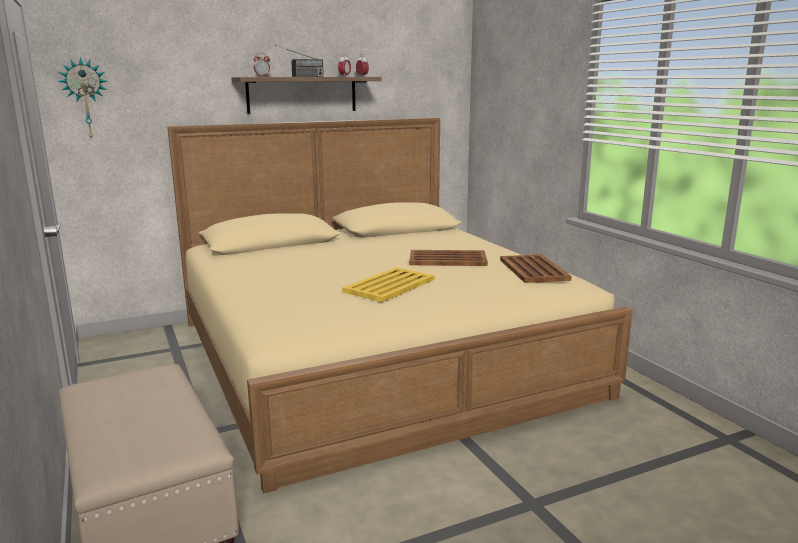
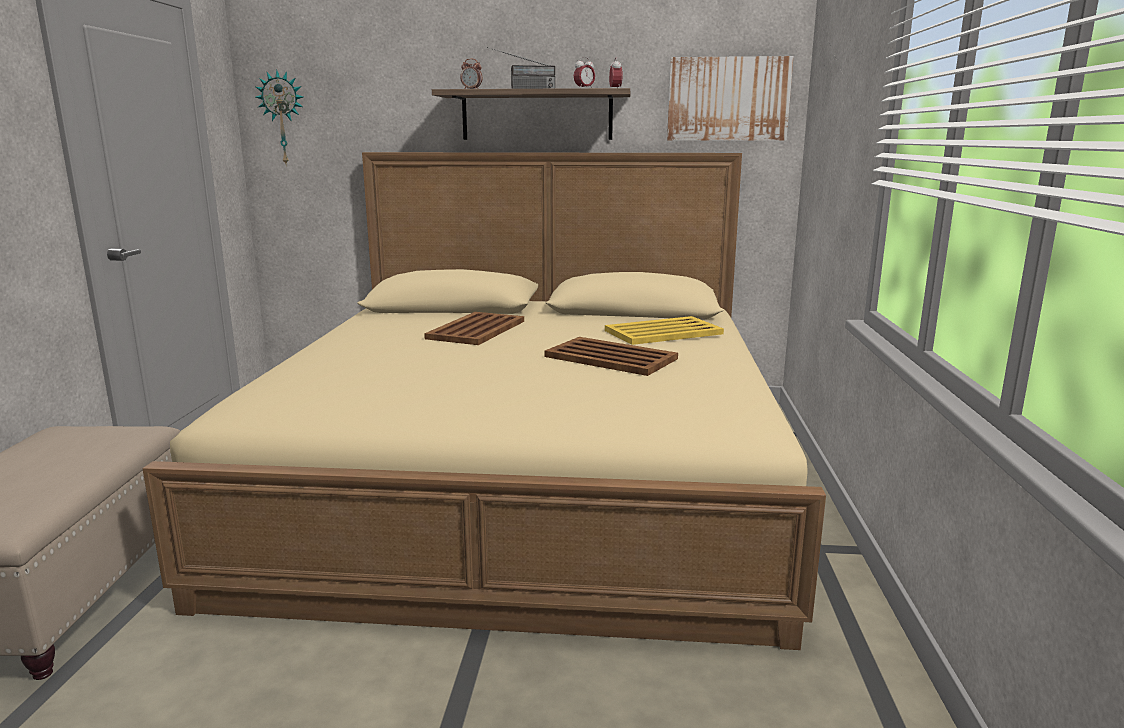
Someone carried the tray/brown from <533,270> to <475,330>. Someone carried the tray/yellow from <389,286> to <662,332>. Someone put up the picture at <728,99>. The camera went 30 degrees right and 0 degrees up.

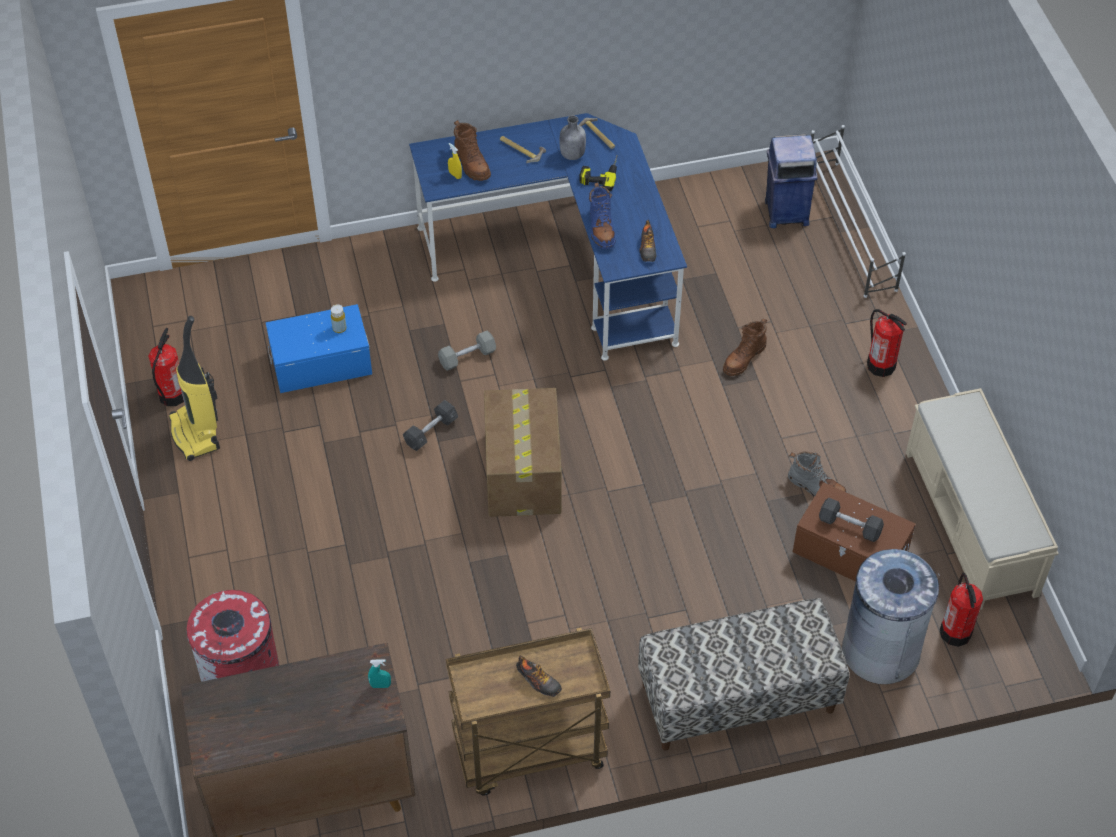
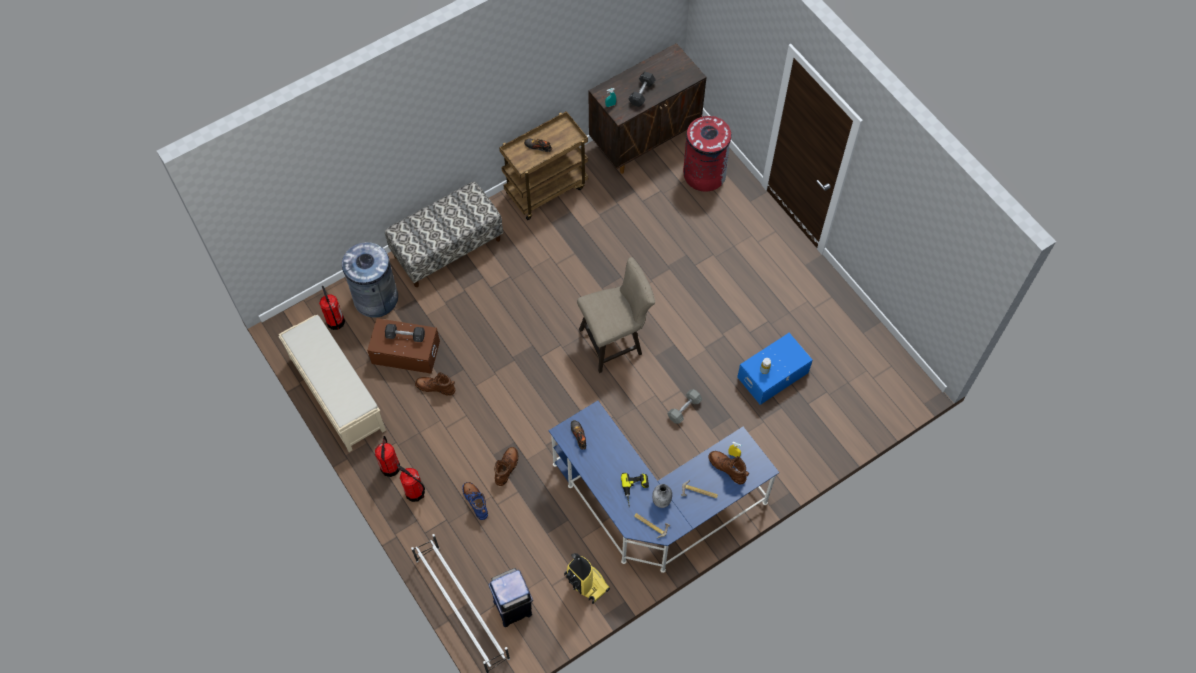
Someone carried the fire extinguisher from <172,395> to <390,467>. Someone repainted the boot/grey at <816,488>, which became the boot/brown at <435,387>. Someone carried the boot/blue from <601,229> to <475,501>. Someone carried the vacuum cleaner from <196,433> to <585,582>. Someone swapped the cardboard box at <522,471> for the stool/beige at <615,341>. Someone carried the dumbbell/grey from <431,432> to <641,93>. The camera went 160 degrees right and 10 degrees up.

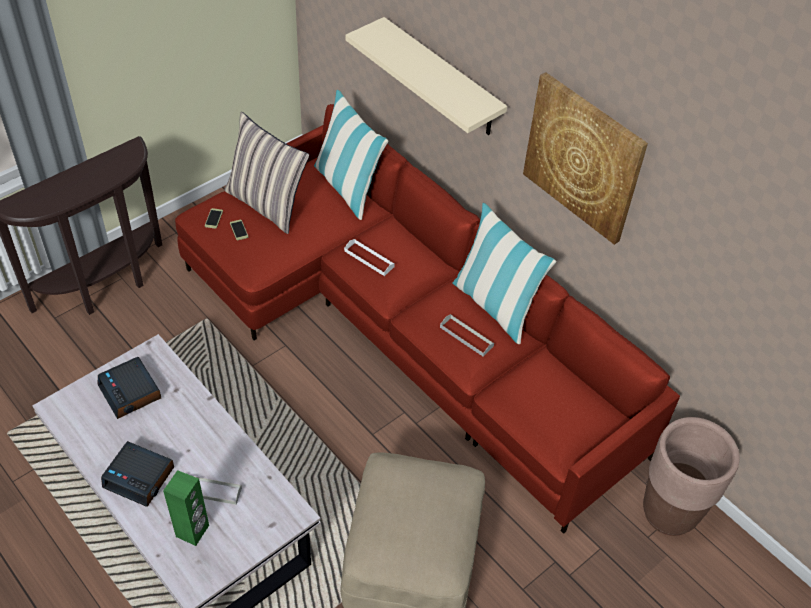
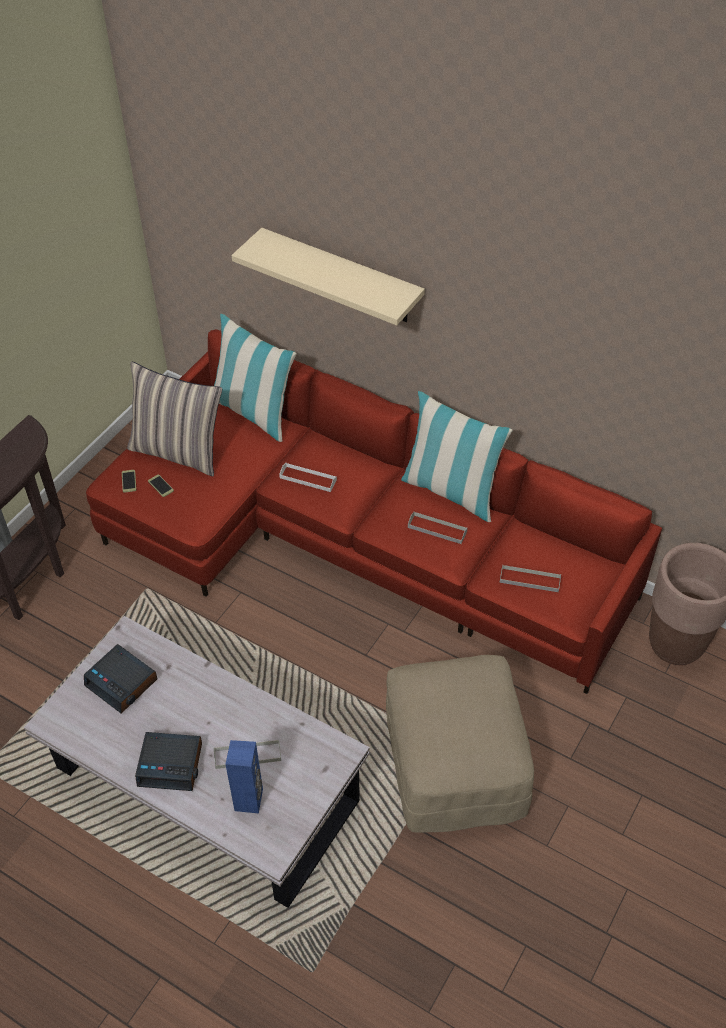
Someone repainted the speaker/green at <193,531>, which became the speaker/blue at <249,800>. Someone put down the tray/grey at <530,580>. Someone took away the picture at <583,158>. The camera went 15 degrees left and 0 degrees up.

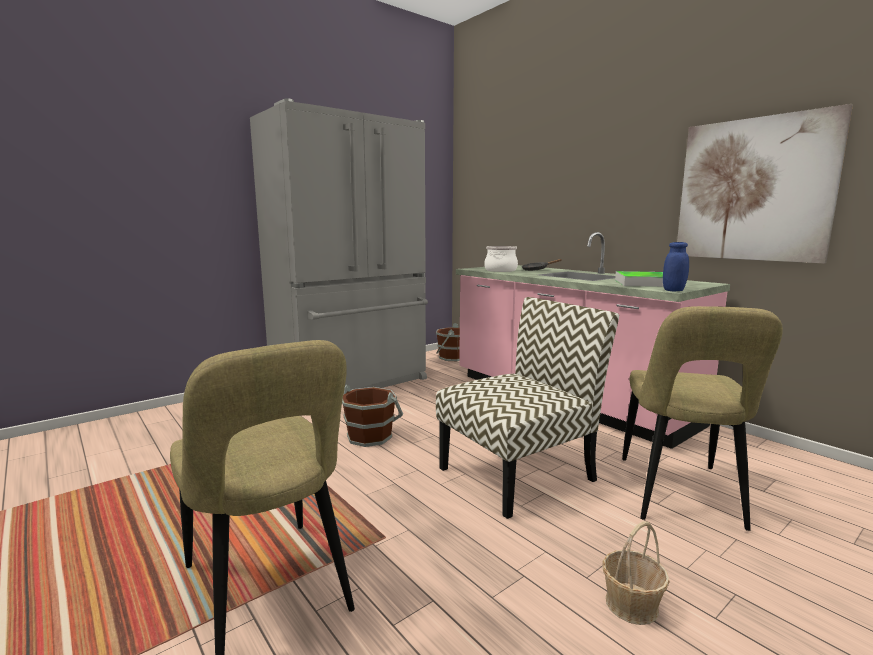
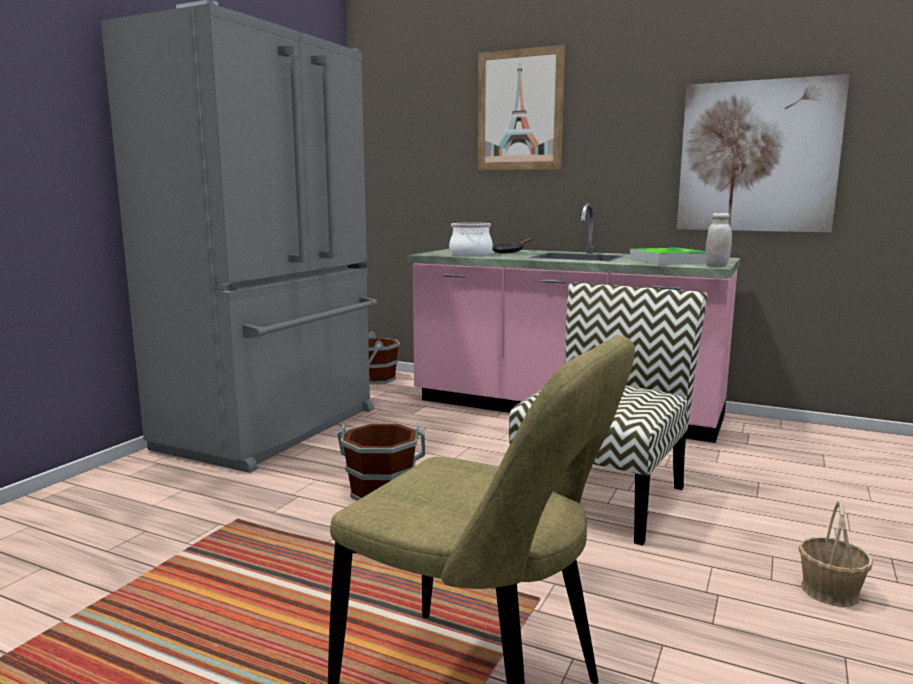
Someone put up the picture at <520,110>. Someone repainted the jar/blue at <673,290>, which became the jar/white at <716,266>. Someone took away the chair/beige at <680,495>. The camera went 25 degrees left and 0 degrees up.

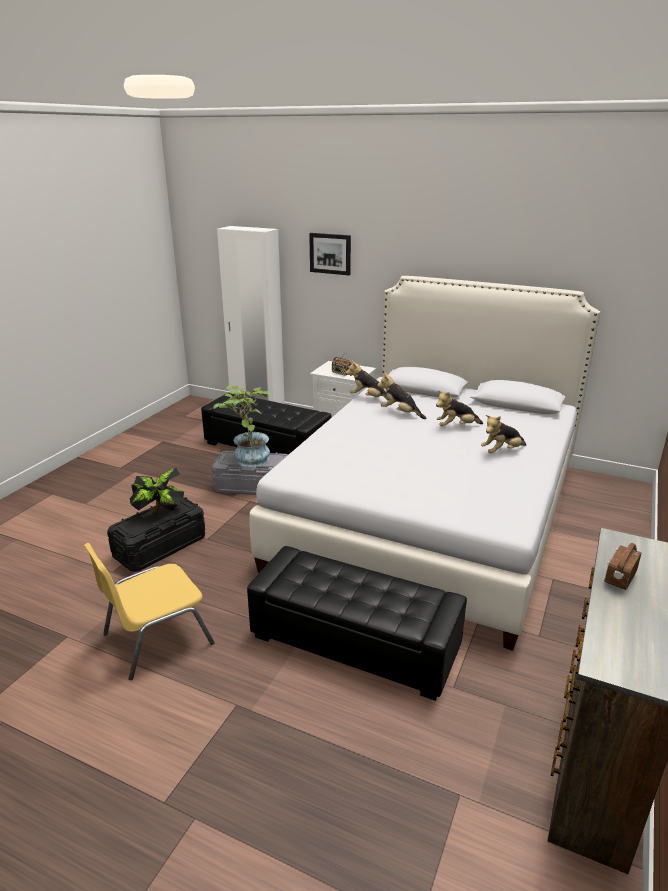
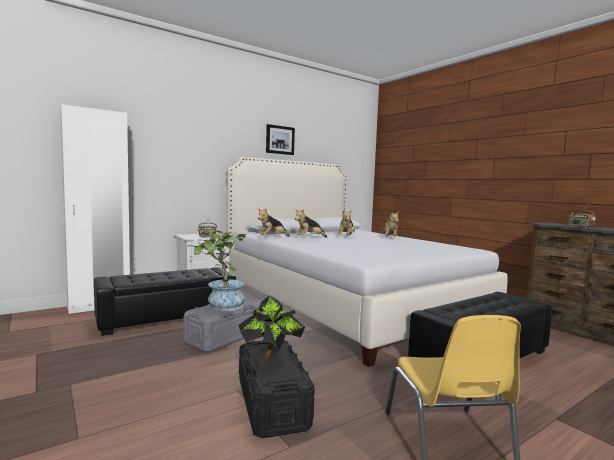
Someone carried the picture from <330,253> to <280,140>. The camera went 60 degrees left and 20 degrees down.

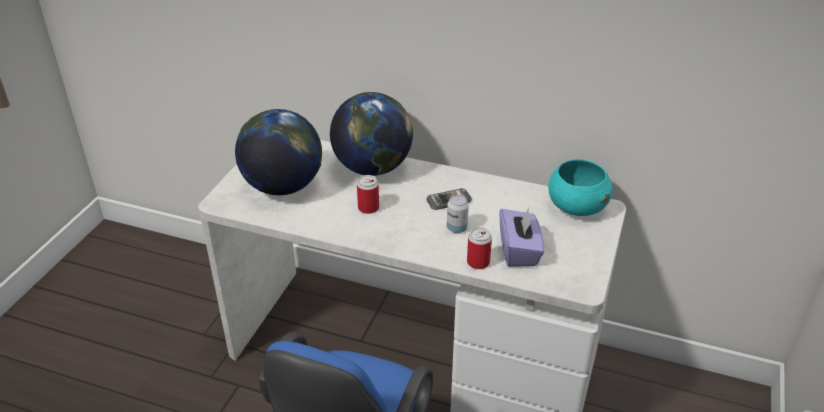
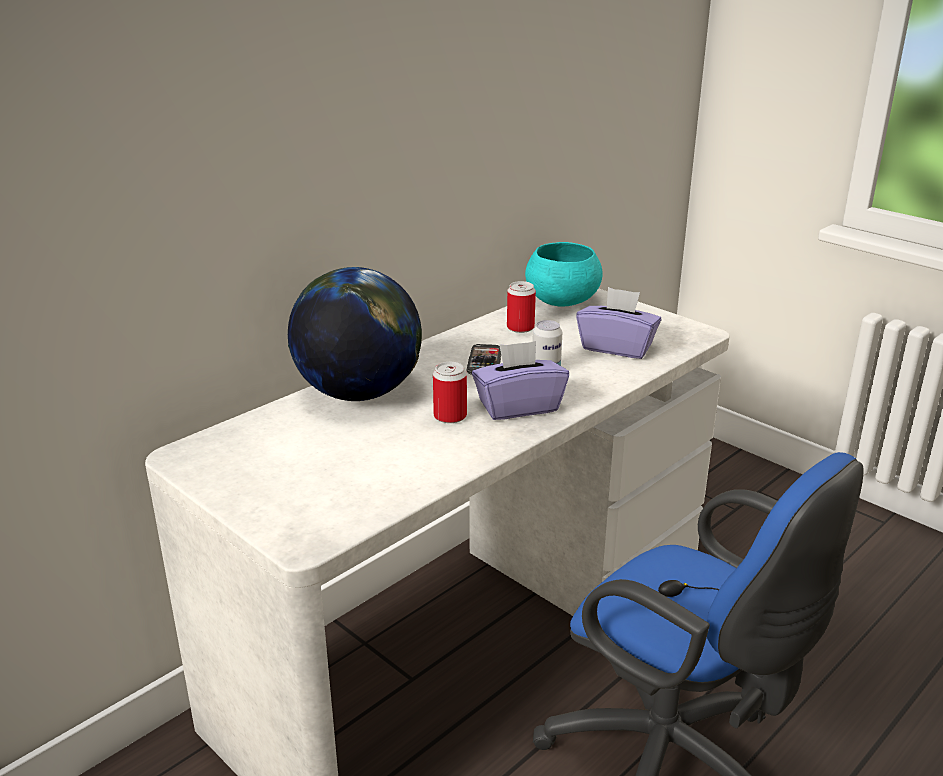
Someone put down the tissue box/purple at <518,406>. Someone carried the can from <478,262> to <520,328>. Someone took away the globe at <283,187>. The camera went 65 degrees left and 10 degrees down.

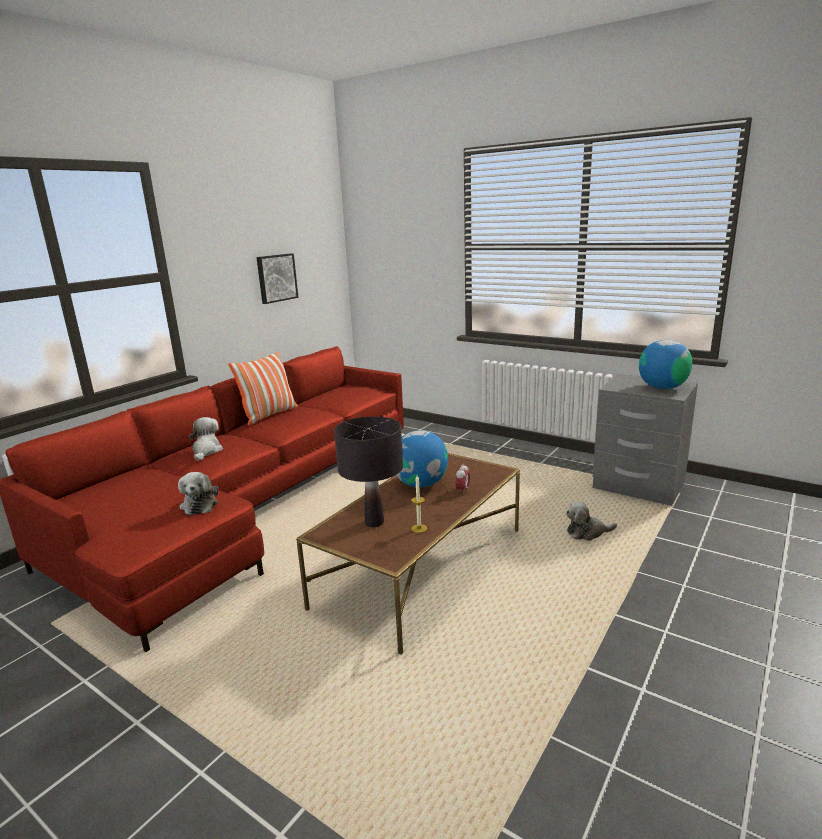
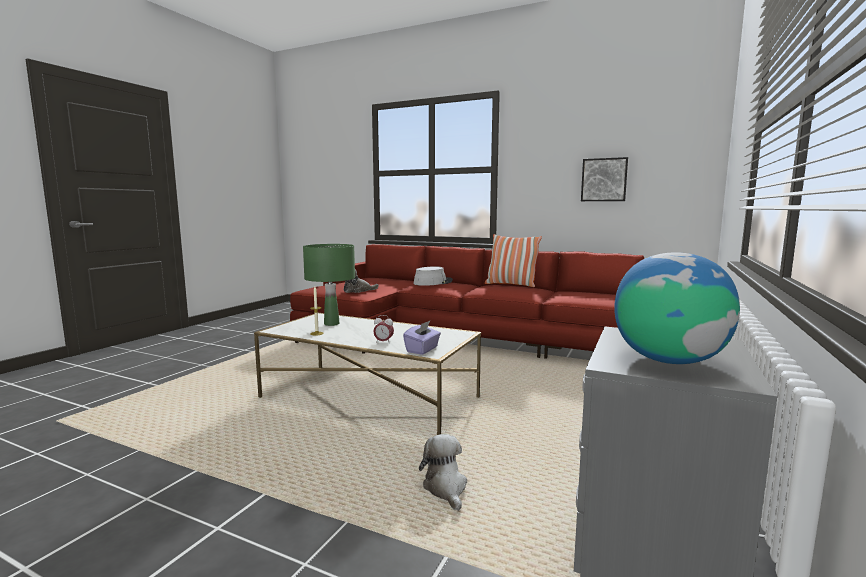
Someone repainted the coffee table/brown at <422,566>, which became the coffee table/white at <369,397>. Someone repainted the table lamp/black at <374,522>, which became the table lamp/green at <331,324>. Someone put down the tissue box/purple at <422,350>. Someone swapped the plush toy at <206,451> for the hat/grey at <433,282>. Someone took away the globe at <420,484>. The camera went 80 degrees right and 10 degrees down.

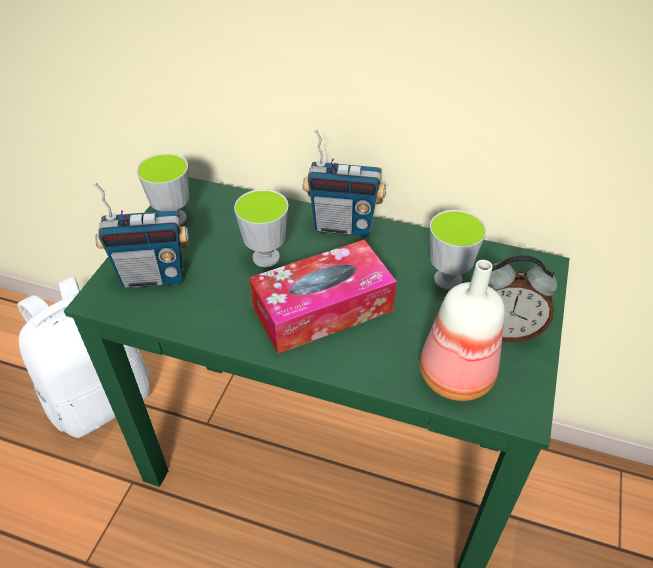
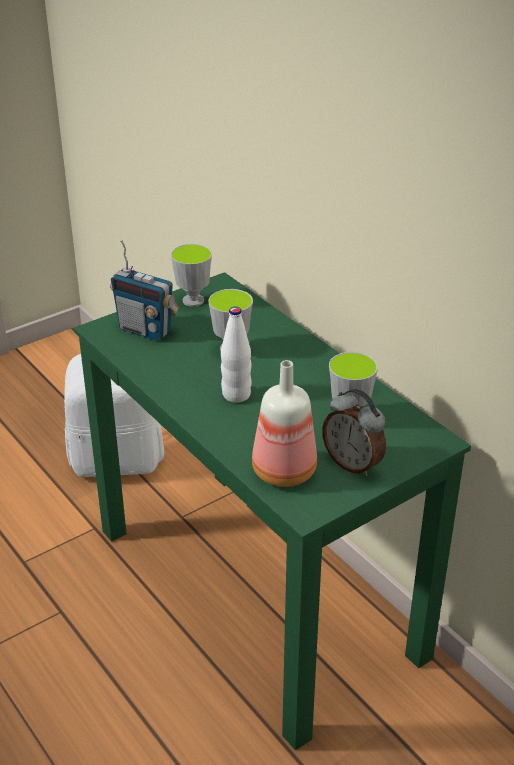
Someone swapped the tissue box at <322,309> for the bottle/white at <236,395>. Someone took away the radio at <343,226>. The camera went 35 degrees right and 10 degrees down.

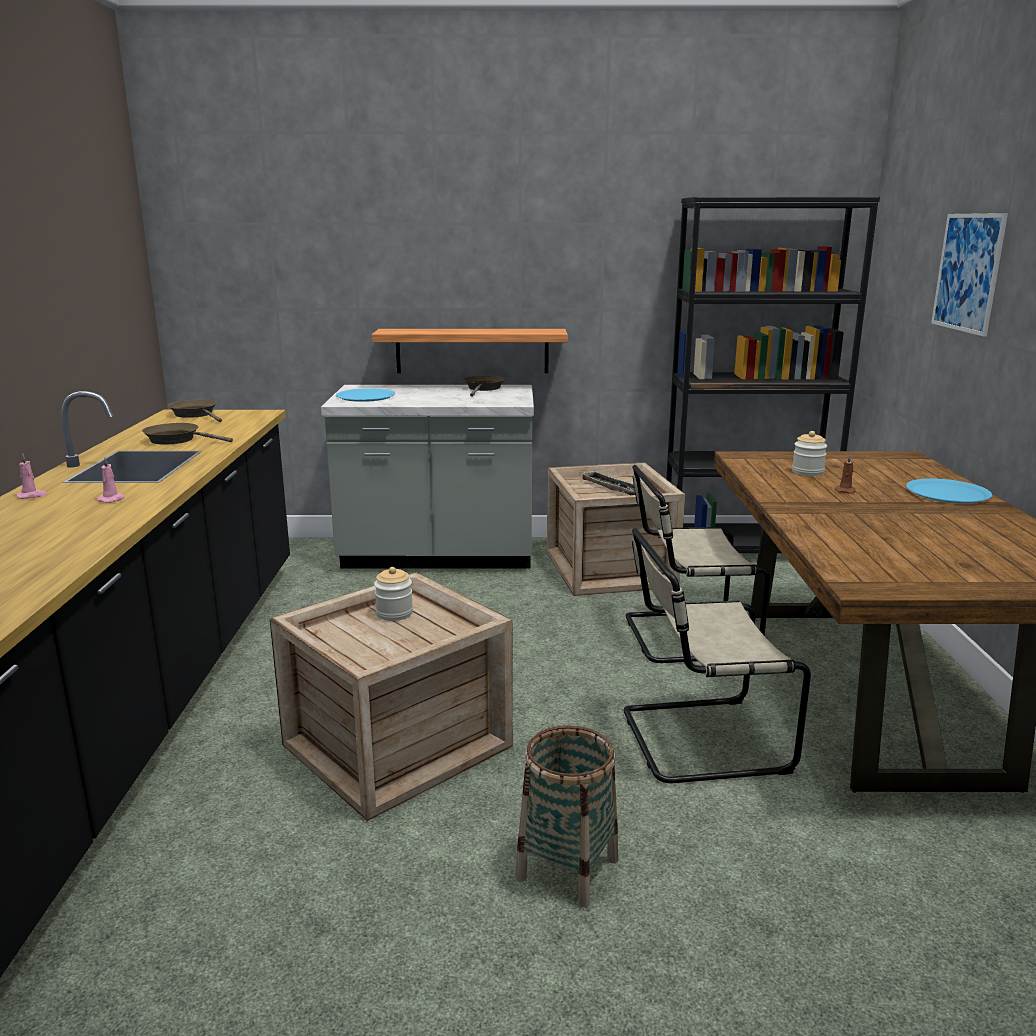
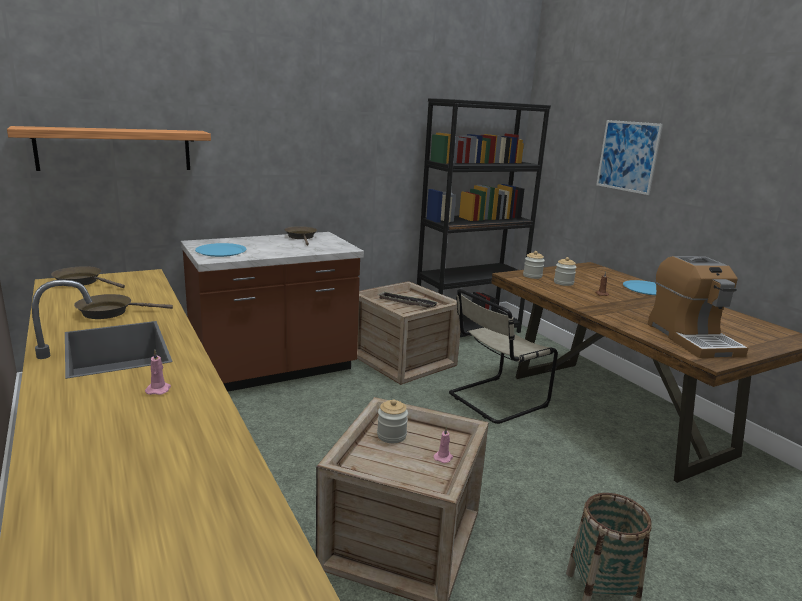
Someone carried the shelf from <472,350> to <115,149>. Someone repainted the counter/grey at <438,557>, which became the counter/brown at <274,371>. Someone carried the candle/pink from <32,496> to <443,457>. Someone put down the jar at <532,276>. Someone put down the coffee machine at <692,338>. Someone took away the chair/beige at <697,740>. The camera went 30 degrees left and 0 degrees up.

